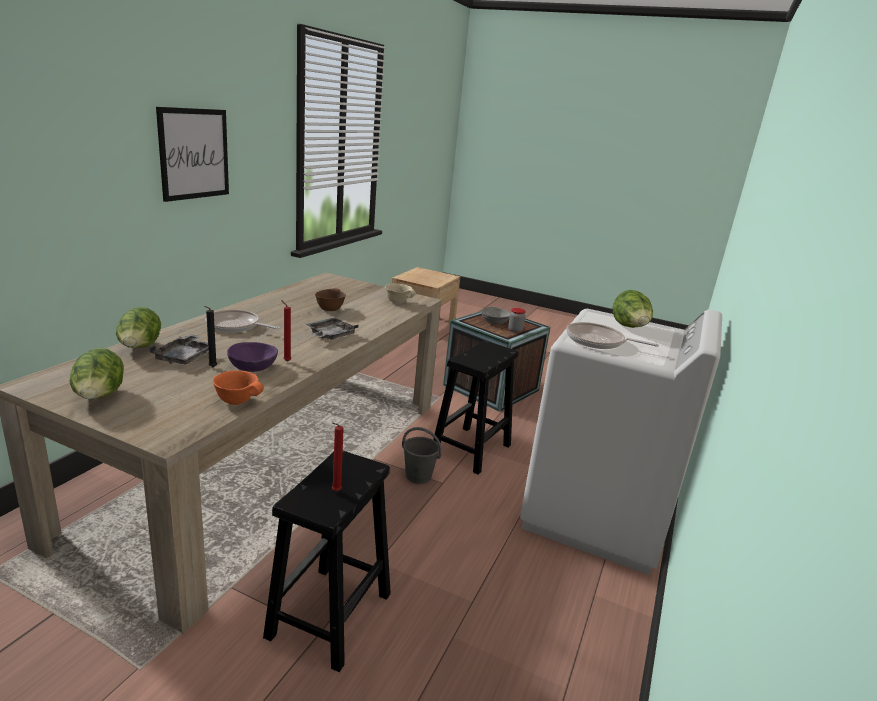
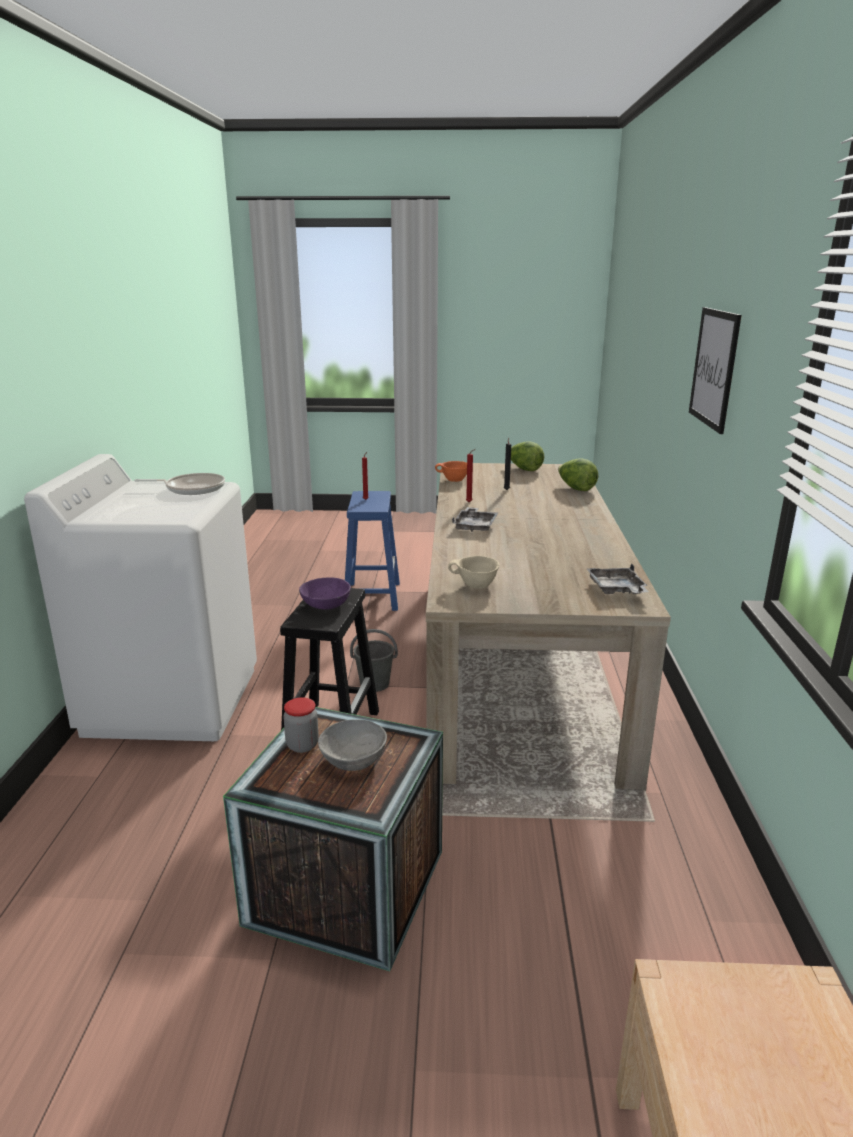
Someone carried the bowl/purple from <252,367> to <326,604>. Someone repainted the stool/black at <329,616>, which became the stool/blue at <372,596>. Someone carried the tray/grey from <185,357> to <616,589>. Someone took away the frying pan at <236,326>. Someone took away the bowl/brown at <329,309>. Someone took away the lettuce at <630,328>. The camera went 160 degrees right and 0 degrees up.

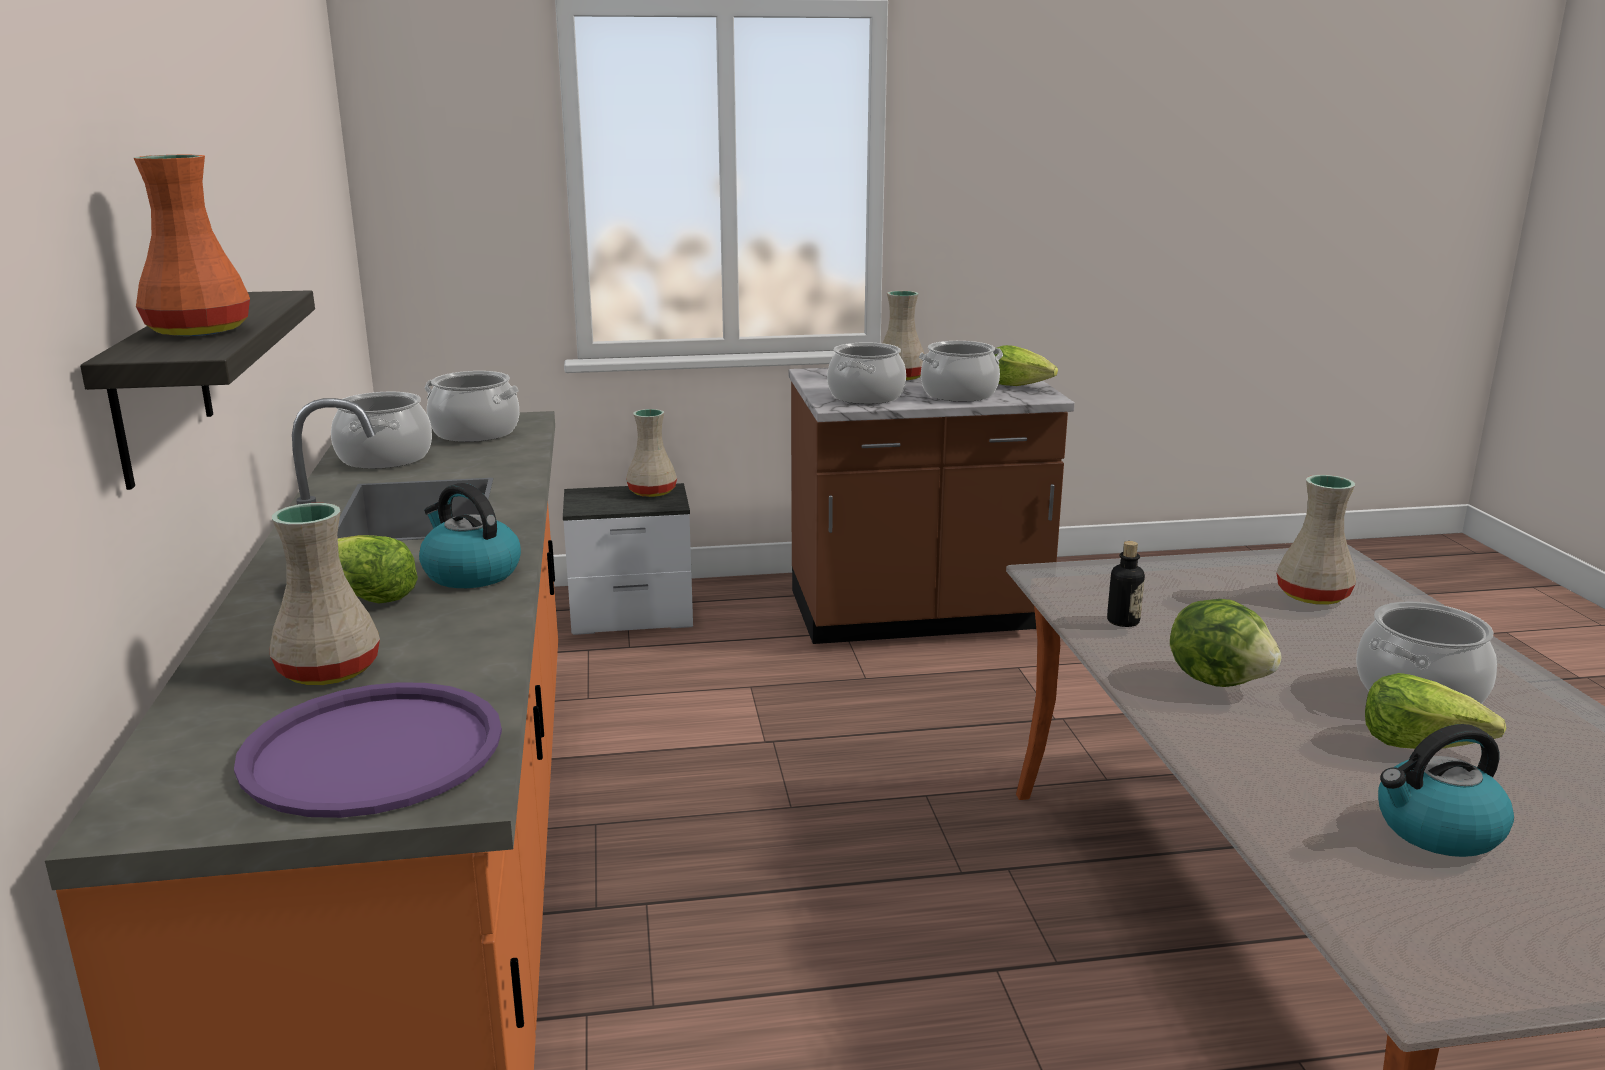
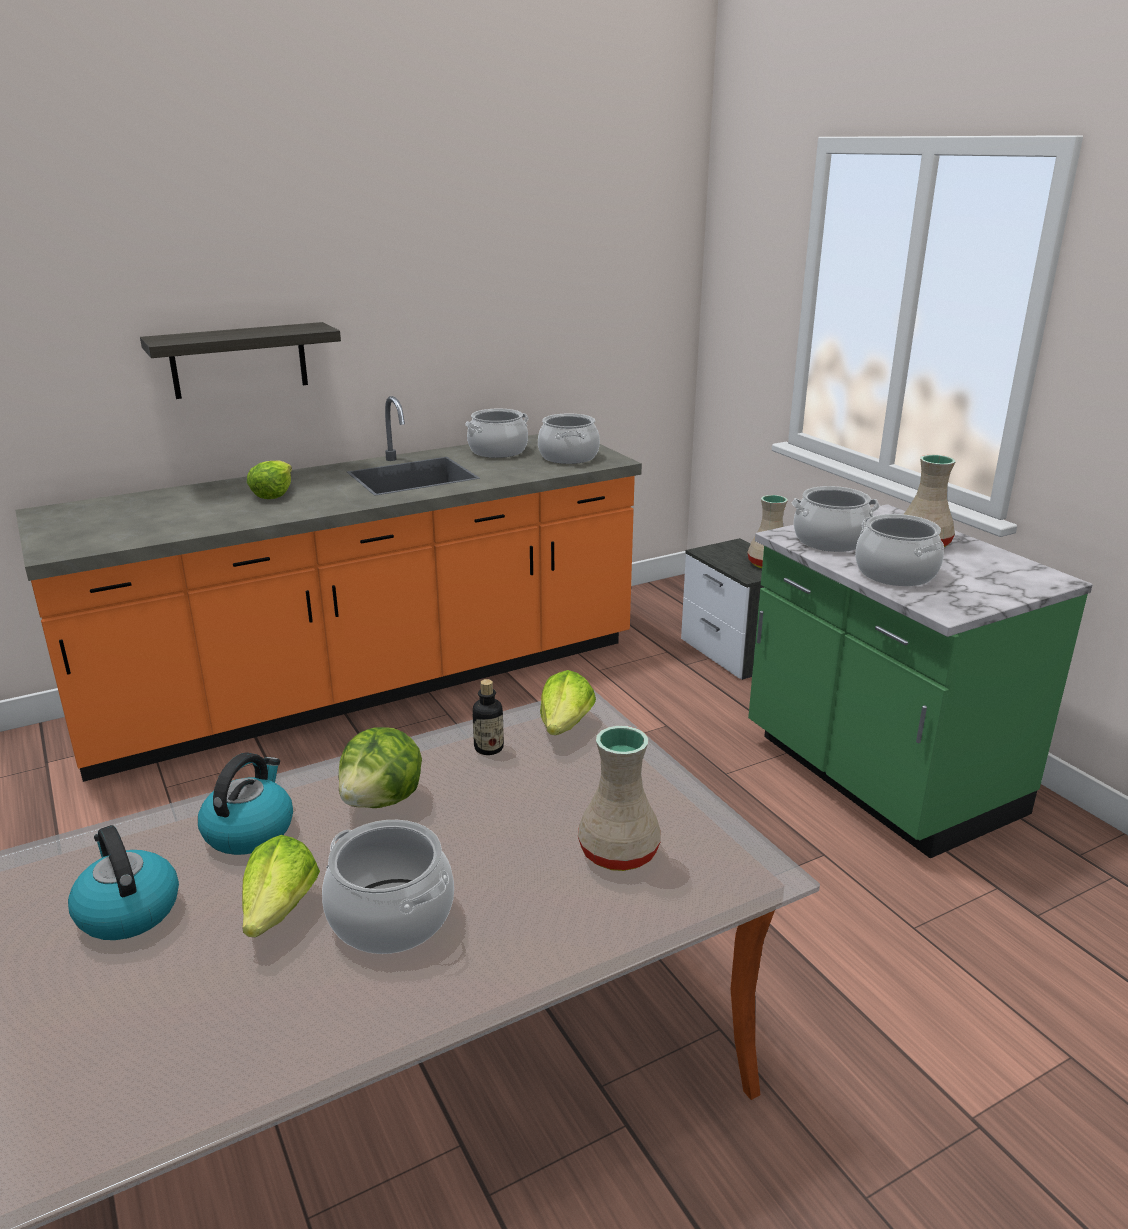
Someone carried the kettle from <470,573> to <249,830>. Someone carried the lettuce from <1019,385> to <565,726>. Someone repainted the counter/brown at <916,615>, which became the counter/green at <878,777>. Someone took away the vase/orange at <196,331>. Someone took away the tray/purple at <373,751>. Someone took away the vase/beige at <327,670>. The camera went 70 degrees right and 5 degrees up.

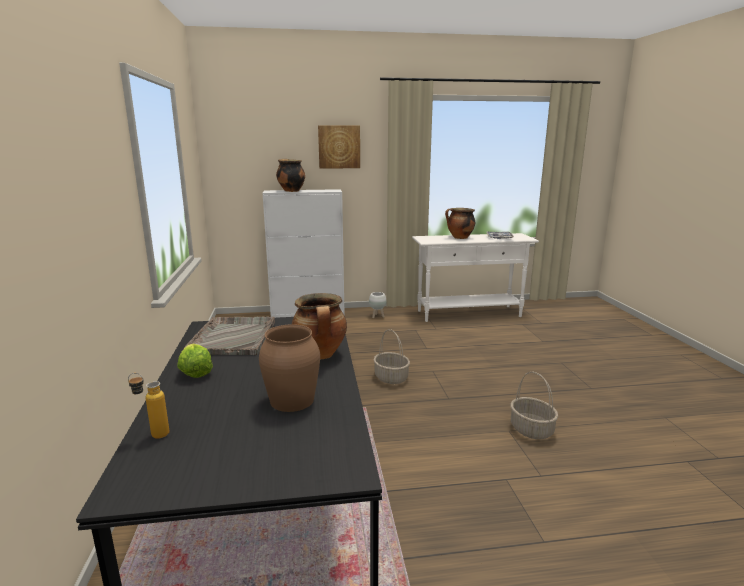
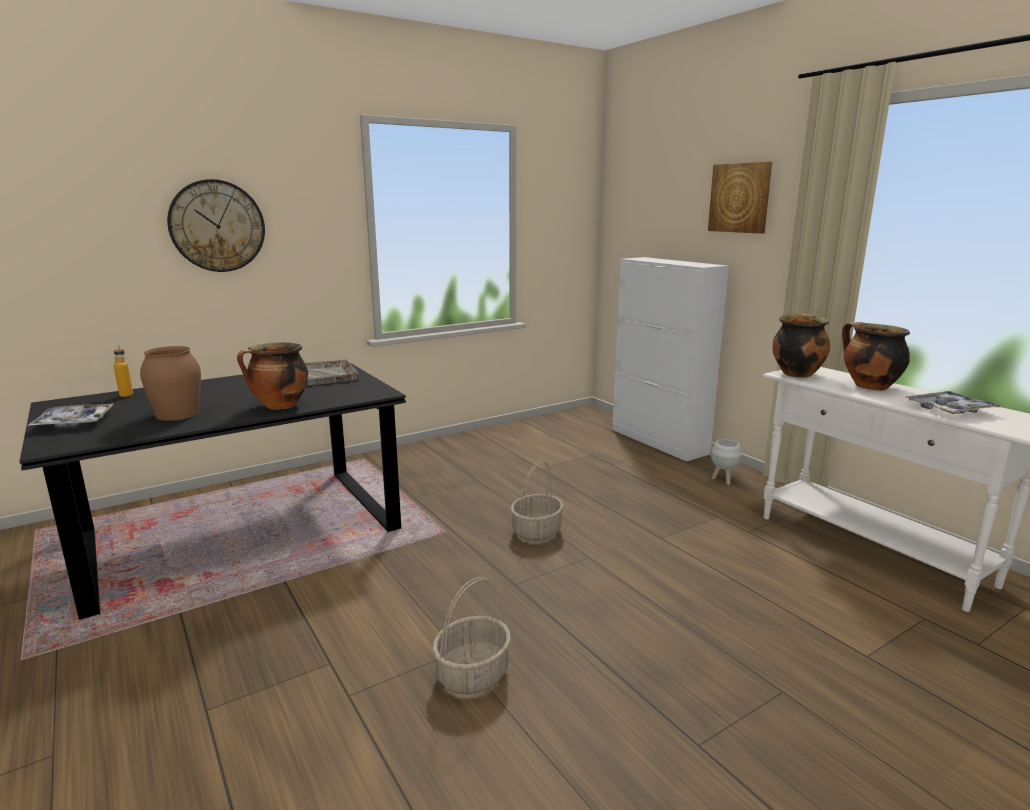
Someone put down the tray at <74,422>. Someone put up the wall clock at <217,226>. Someone carried the cooking pot from <290,191> to <796,374>. Someone took away the lettuce at <195,371>. The camera went 65 degrees right and 0 degrees up.

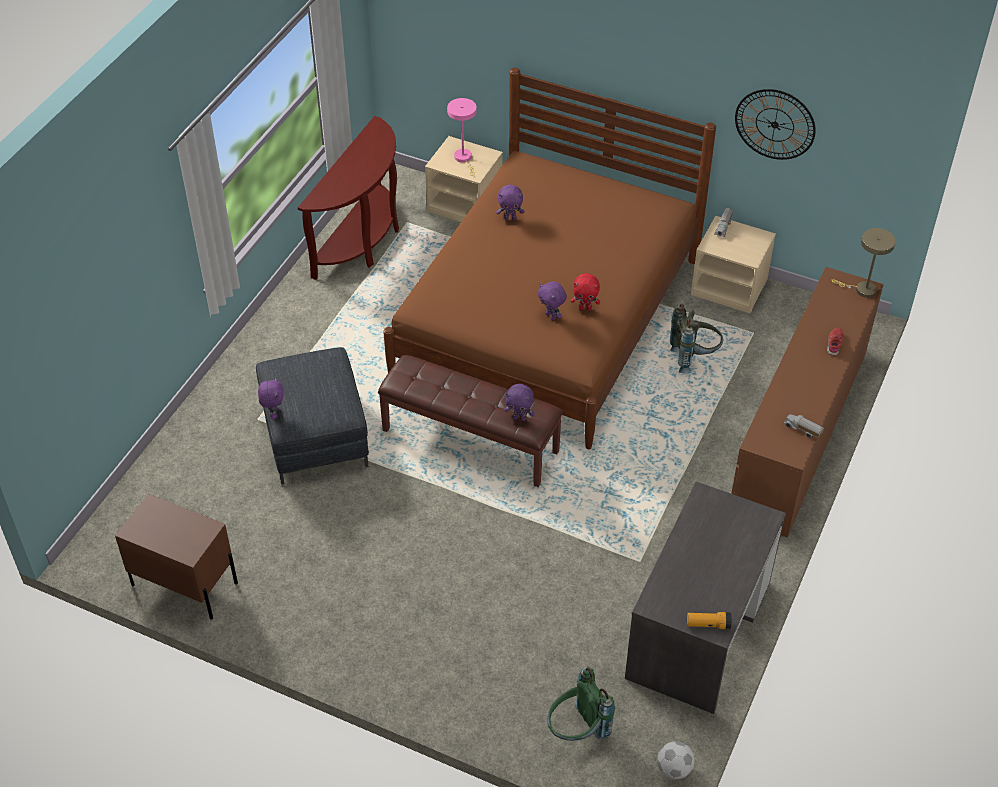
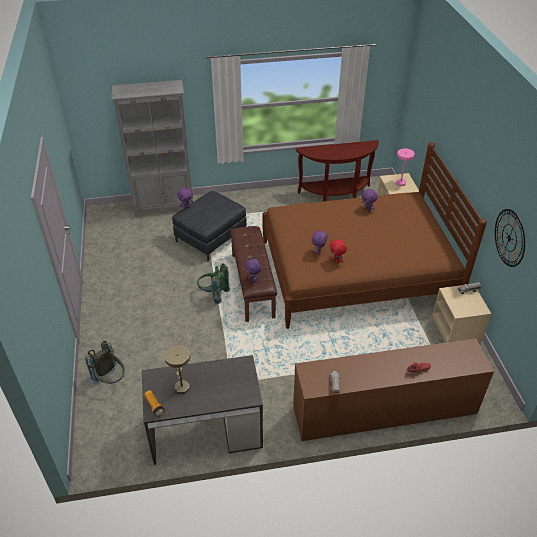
Someone carried the backpack/grey from <694,357> to <111,380>. Someone put down the bookcase/grey at <164,206>. Someone carried the table lamp/beige from <862,290> to <181,385>. Someone carried the backpack/green from <577,731> to <213,294>. Someone took away the nightstand/brown at <184,583>. Someone took away the football at <673,769>. The camera went 55 degrees right and 5 degrees down.

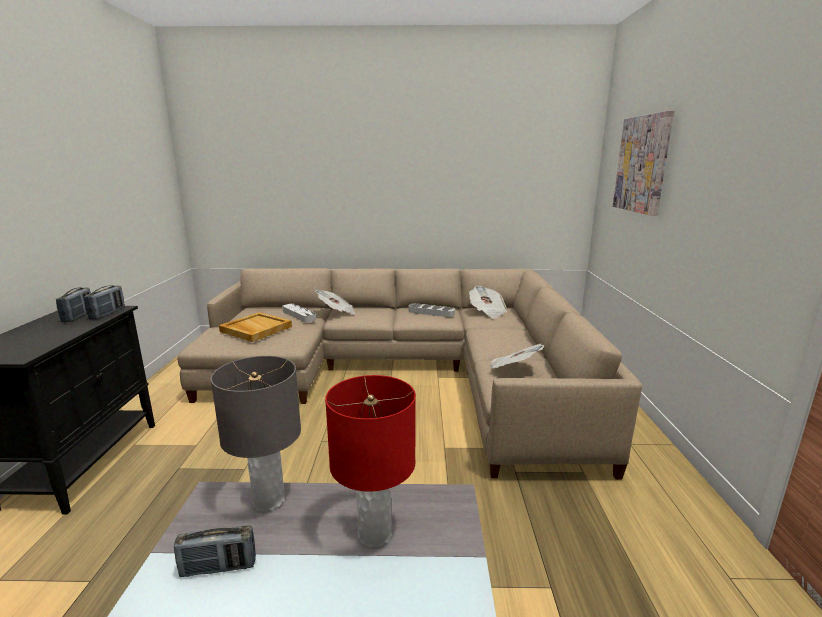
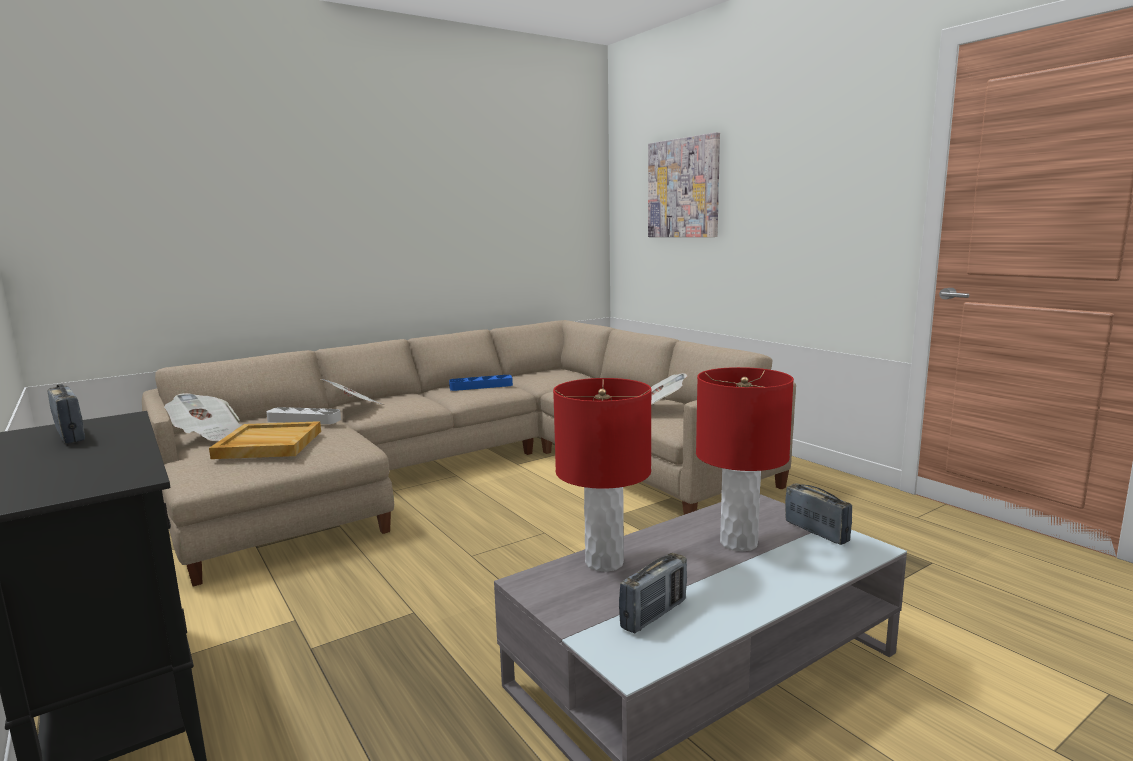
Someone carried the newspaper from <487,312> to <206,434>. Someone repainted the tray/grey at <431,313>, which became the tray/blue at <481,386>. Someone repainted the table lamp/grey at <269,501>, which became the table lamp/red at <605,562>. Someone carried the radio from <107,313> to <816,532>. The camera went 35 degrees left and 5 degrees down.

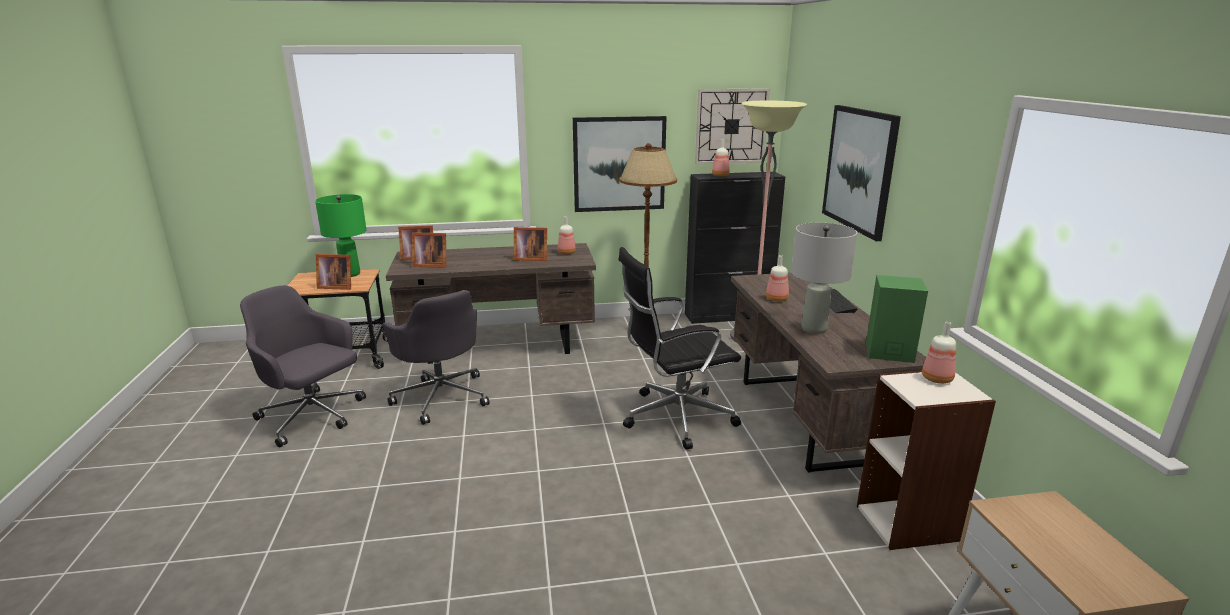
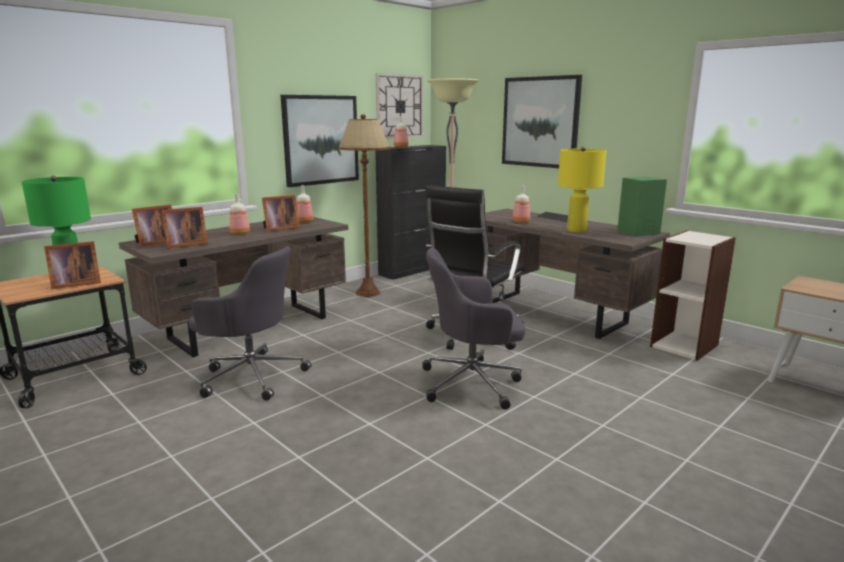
Someone carried the bottle from <938,379> to <241,233>. Someone carried the office chair/grey from <313,416> to <473,383>. Someone repainted the table lamp/grey at <814,329>, which became the table lamp/yellow at <577,230>. The camera went 35 degrees left and 5 degrees down.

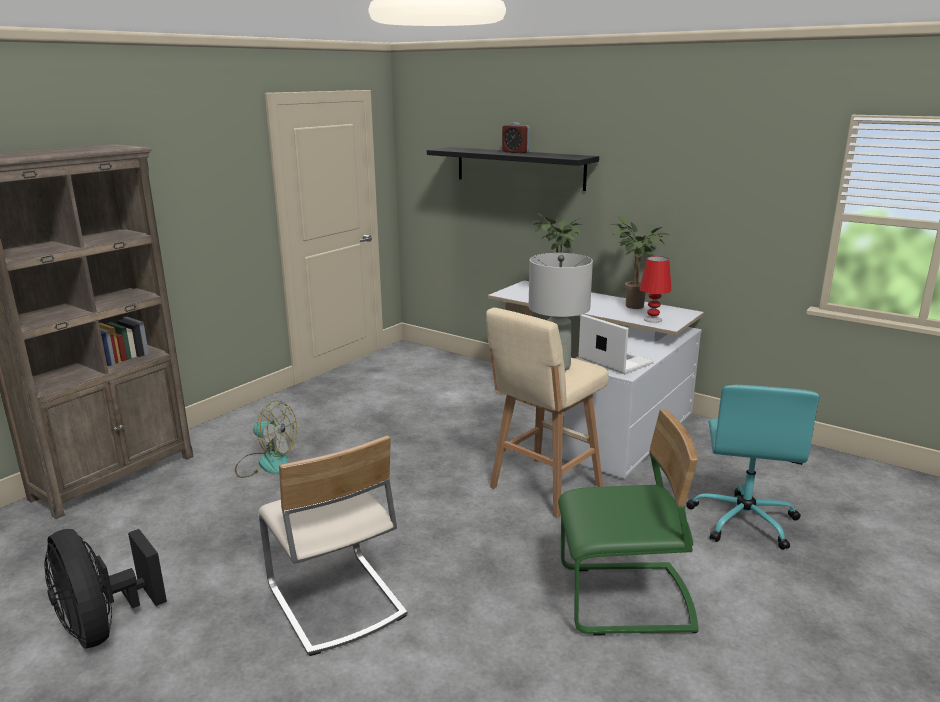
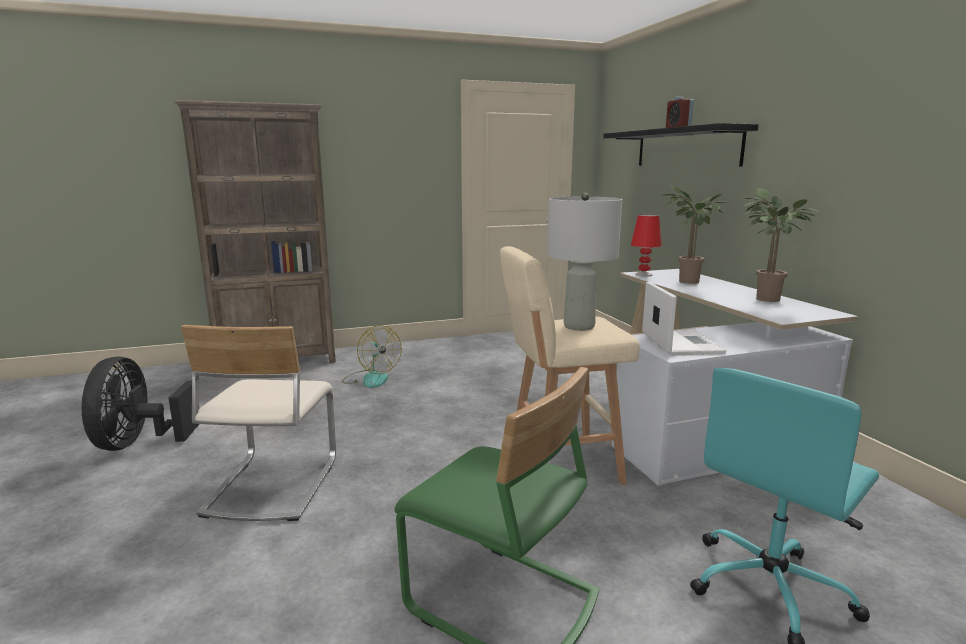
Someone carried the table lamp/red from <652,319> to <644,274>. The camera went 35 degrees right and 5 degrees down.

